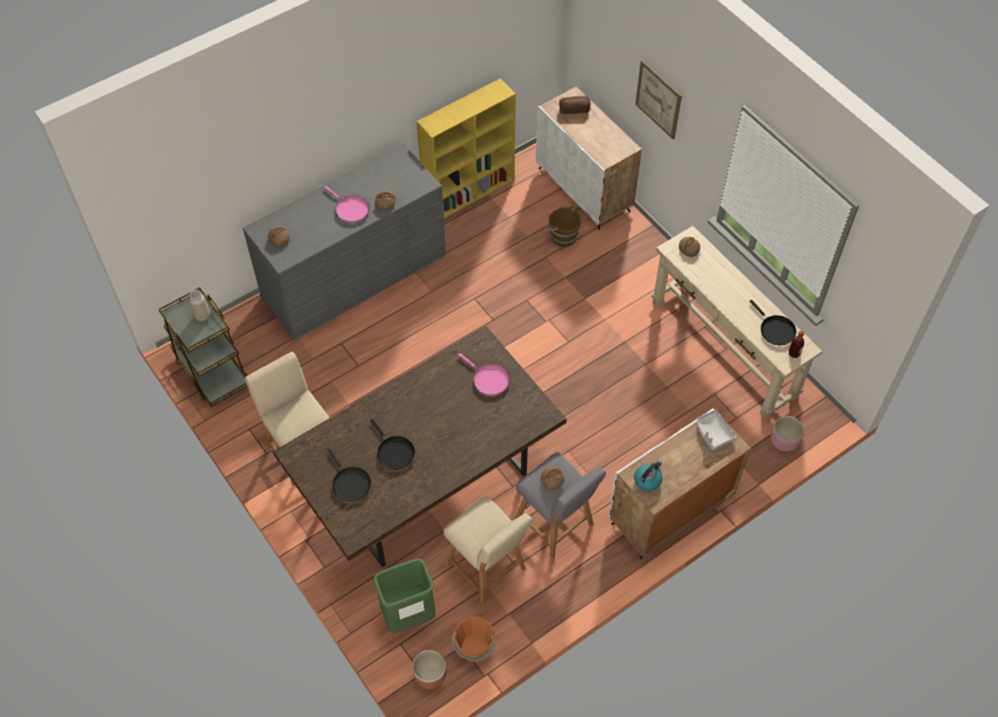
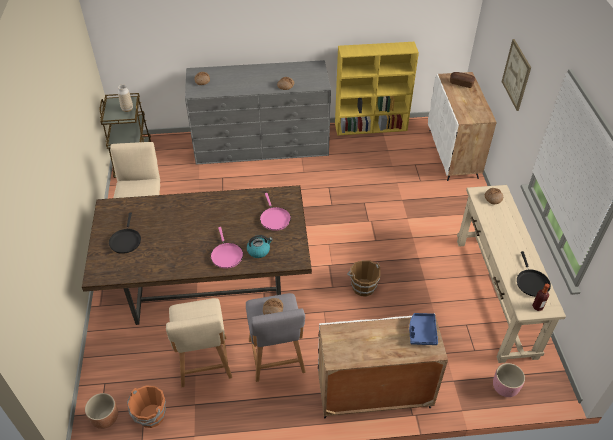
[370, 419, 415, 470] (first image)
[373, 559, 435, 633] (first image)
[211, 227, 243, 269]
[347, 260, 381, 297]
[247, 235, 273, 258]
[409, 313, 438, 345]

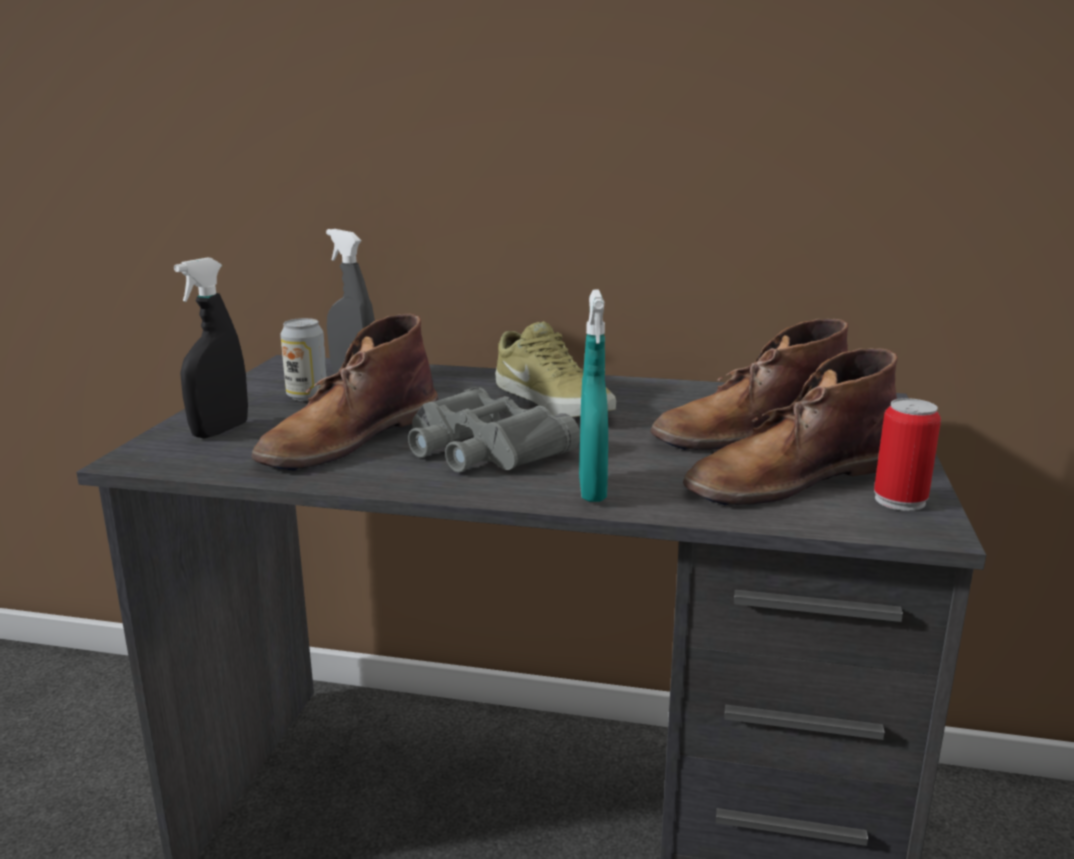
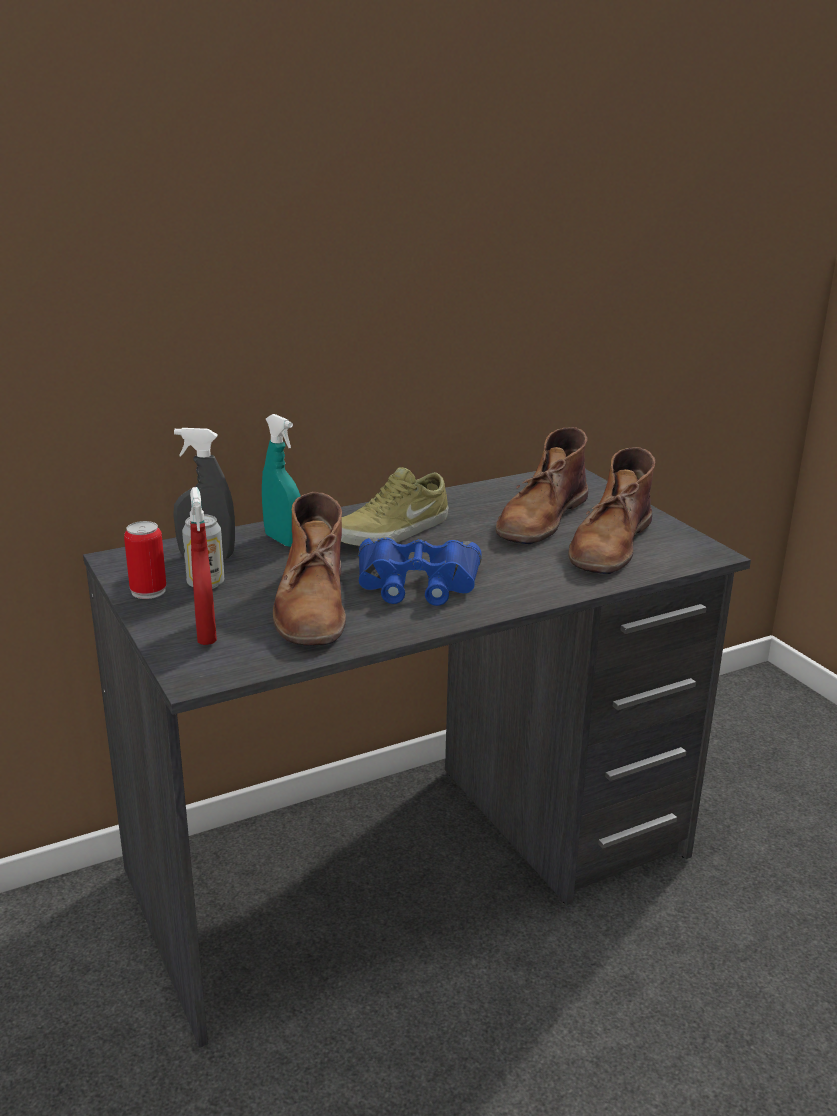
[262, 414, 301, 547]
[124, 521, 166, 599]
[190, 487, 217, 645]
[358, 538, 482, 606]
[341, 467, 448, 546]

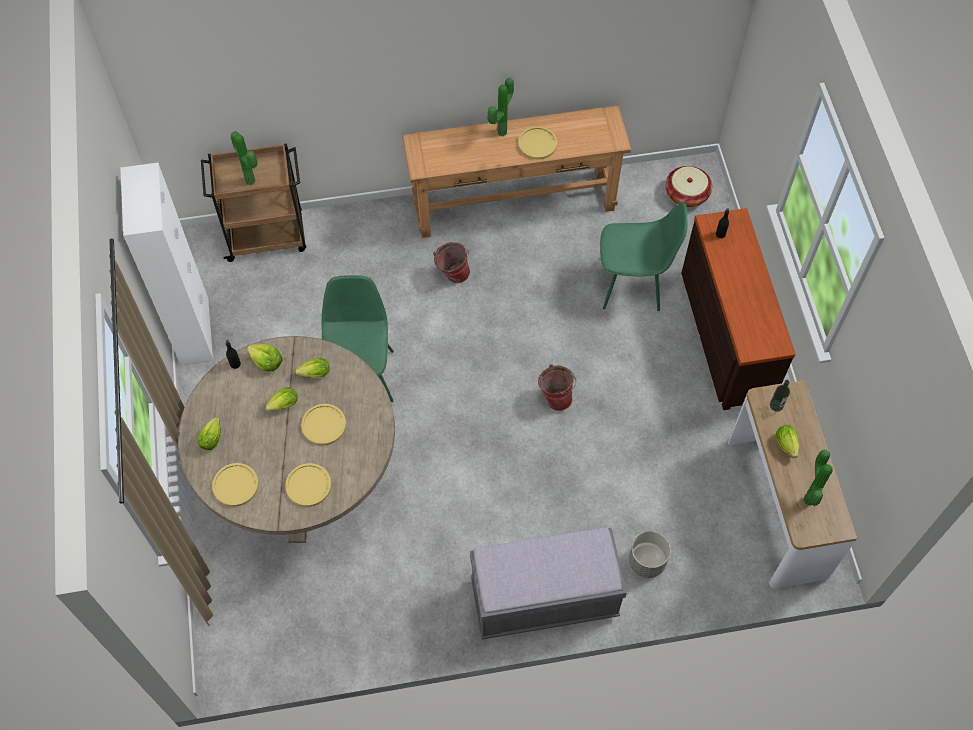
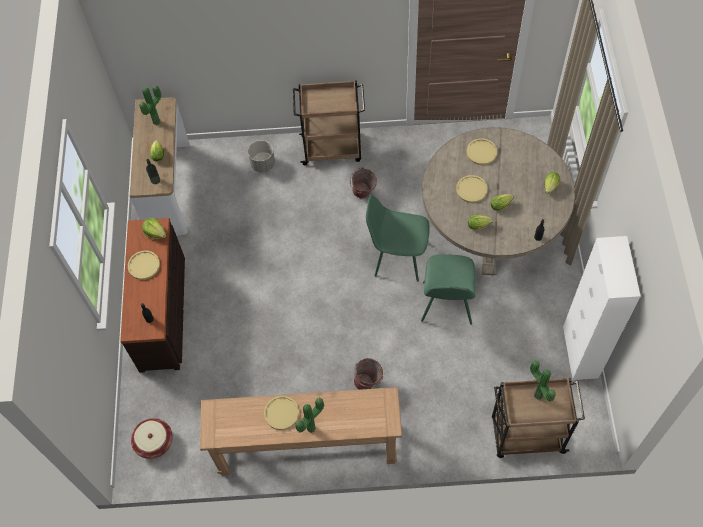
[128, 251, 160, 280]
[142, 218, 166, 239]
[350, 167, 377, 198]
[366, 194, 430, 282]
[293, 80, 365, 165]

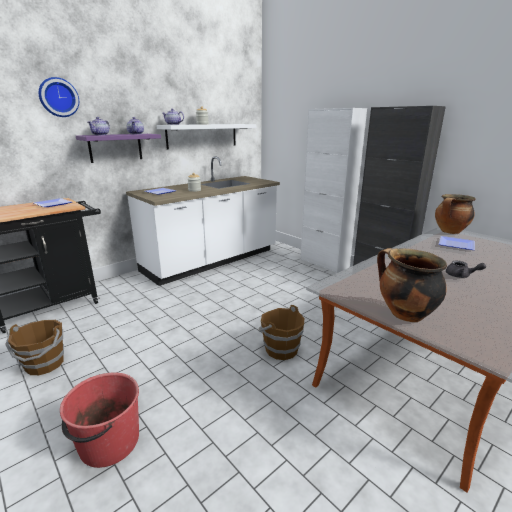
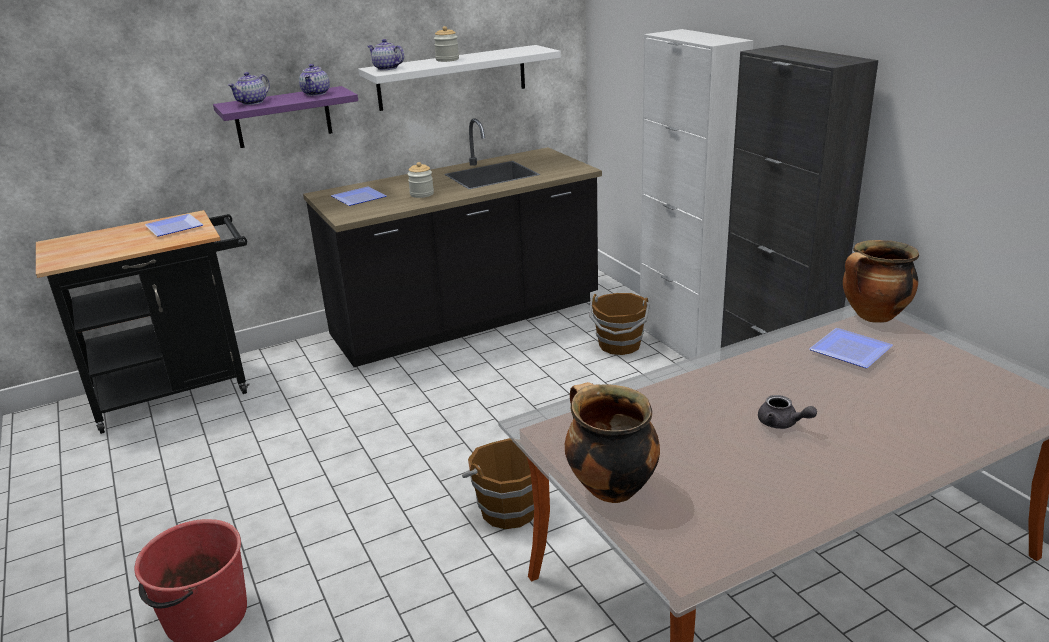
[39, 77, 79, 117] (first image)
[589, 293, 650, 355]
[303, 118, 602, 367]

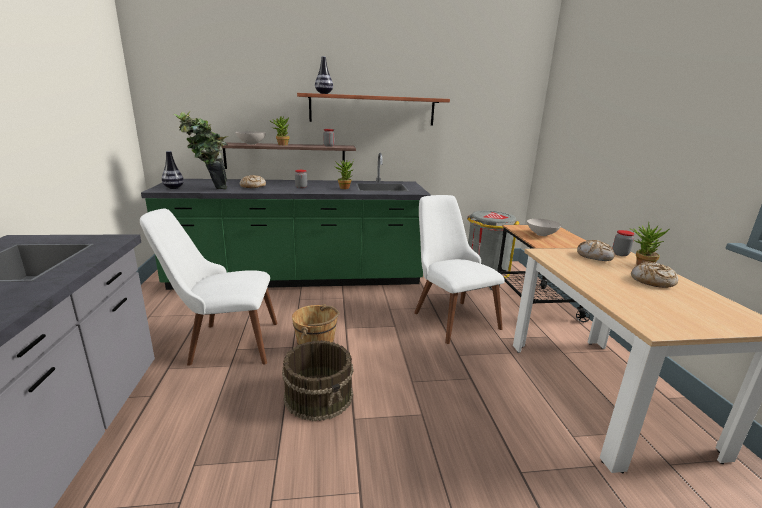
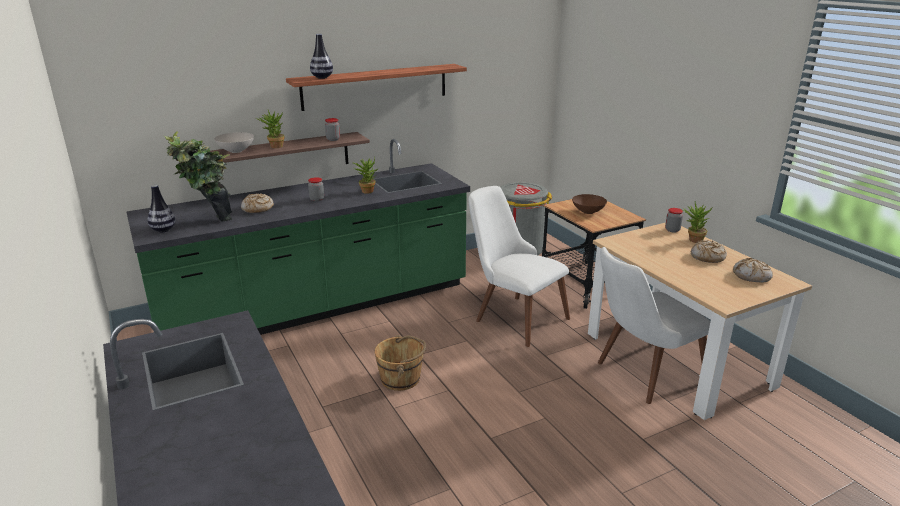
[282, 340, 353, 421] (first image)
[598, 247, 711, 404]
[733, 258, 773, 282]
[572, 194, 607, 214]

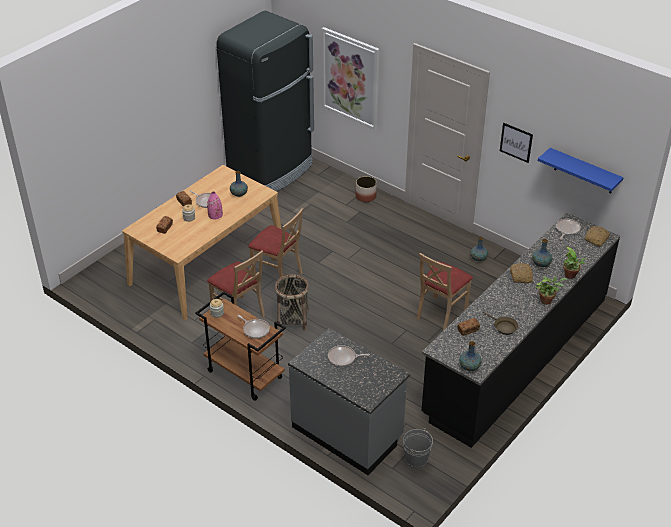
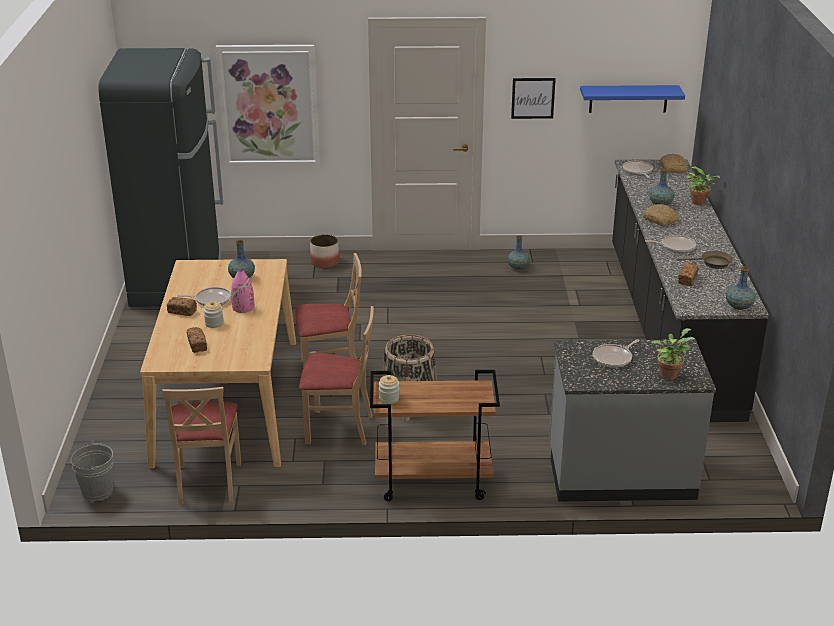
[645, 235, 696, 253]
[71, 441, 113, 500]
[162, 387, 241, 505]
[651, 328, 695, 380]

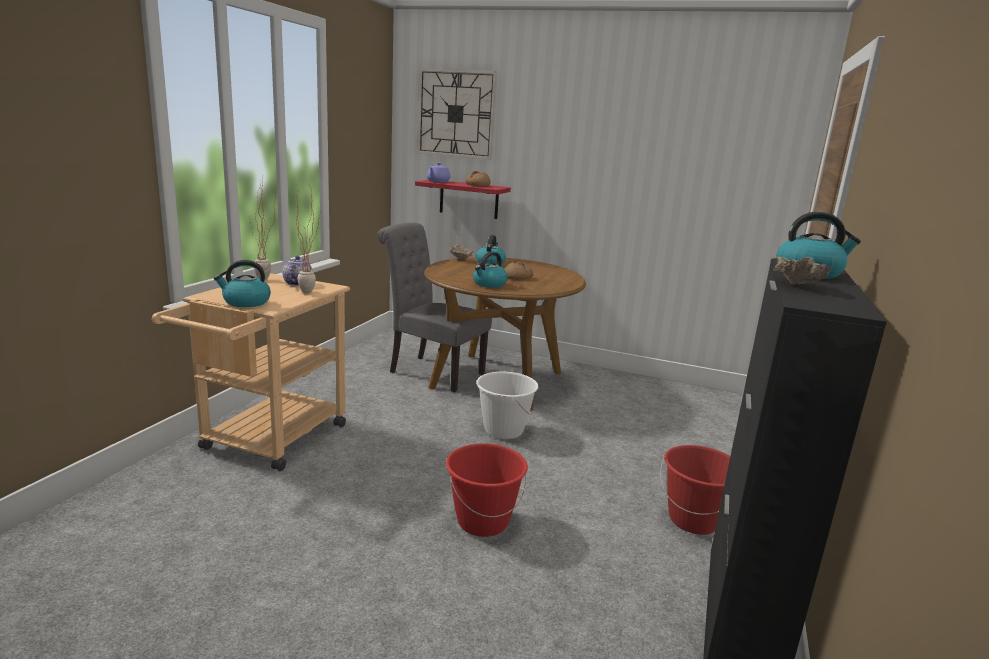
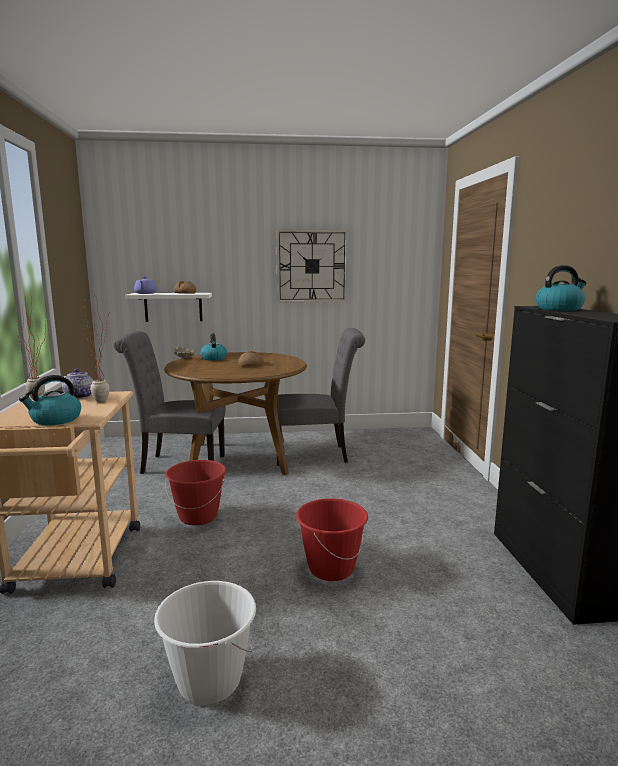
[473, 251, 508, 288] (first image)
[773, 257, 831, 285] (first image)
[277, 328, 365, 466]
[276, 229, 348, 303]
[154, 581, 256, 705]
[165, 460, 226, 525]
[125, 293, 212, 322]

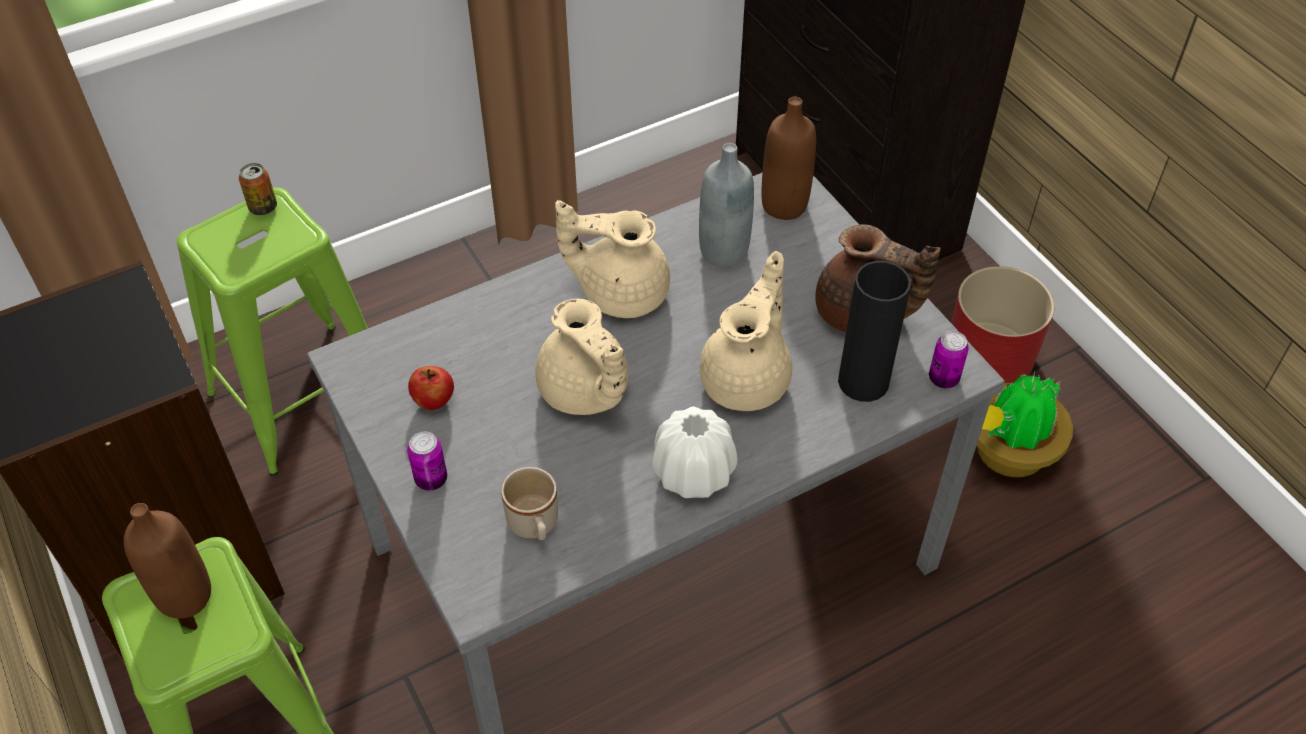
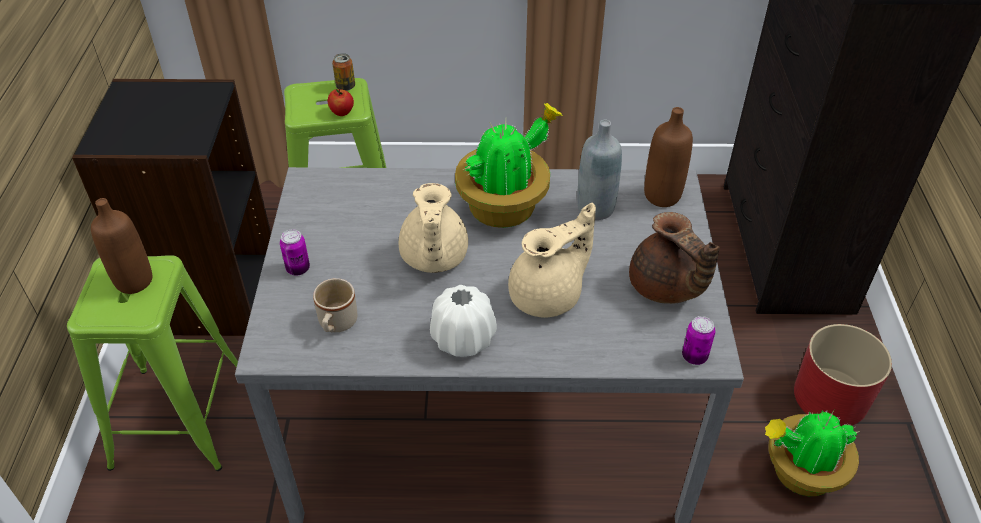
[838, 261, 911, 402] (first image)
[327, 88, 354, 116]
[455, 103, 564, 228]

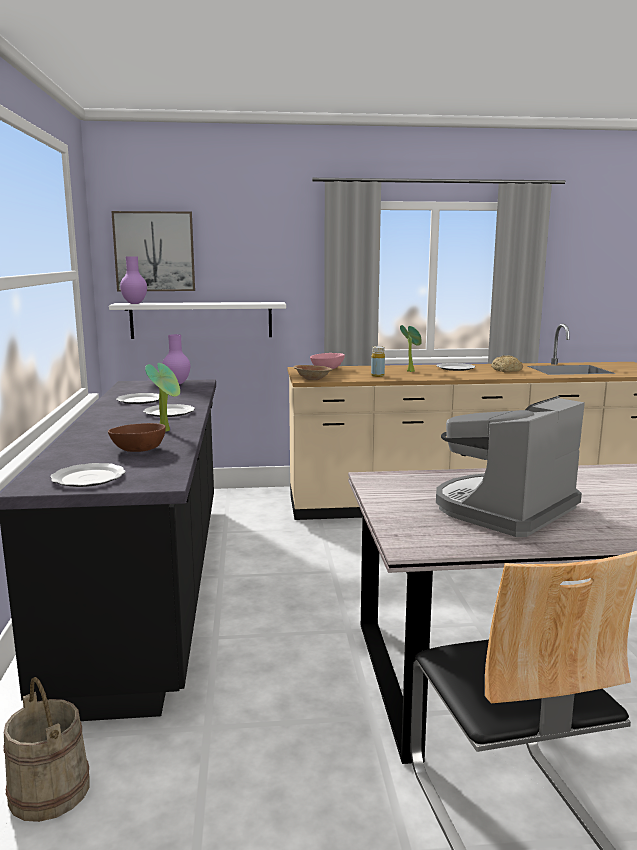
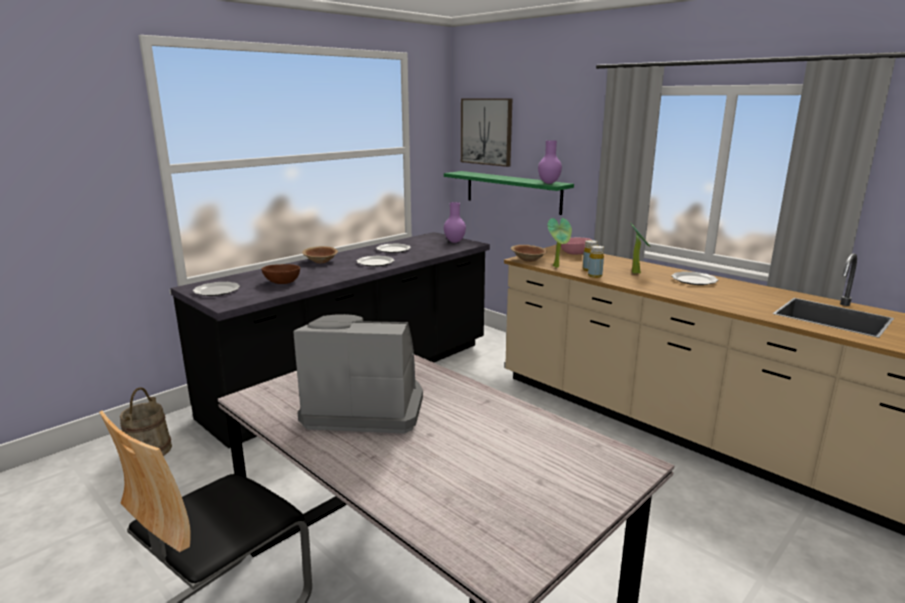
[491, 355, 523, 372] (first image)
[302, 246, 338, 263]
[588, 245, 604, 278]
[538, 140, 562, 184]
[547, 218, 572, 268]
[444, 171, 574, 215]

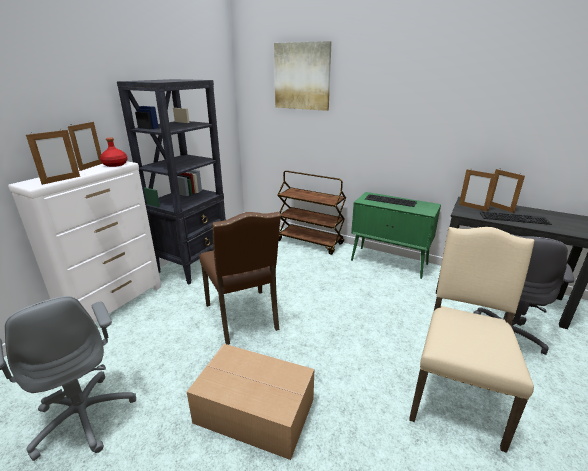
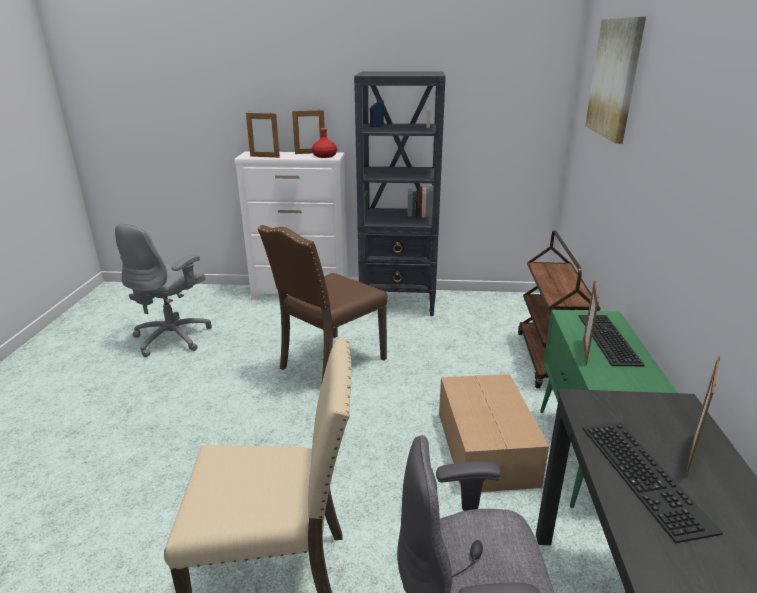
[439, 374, 549, 492]
[583, 280, 599, 365]

